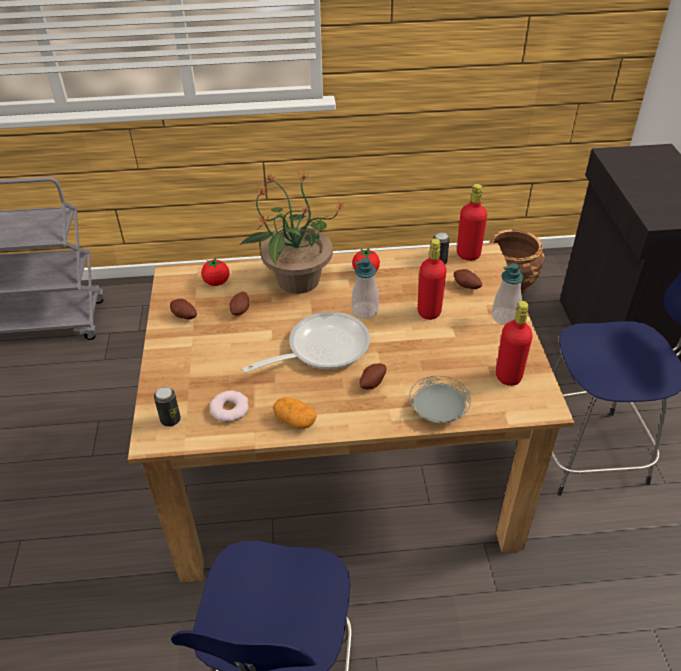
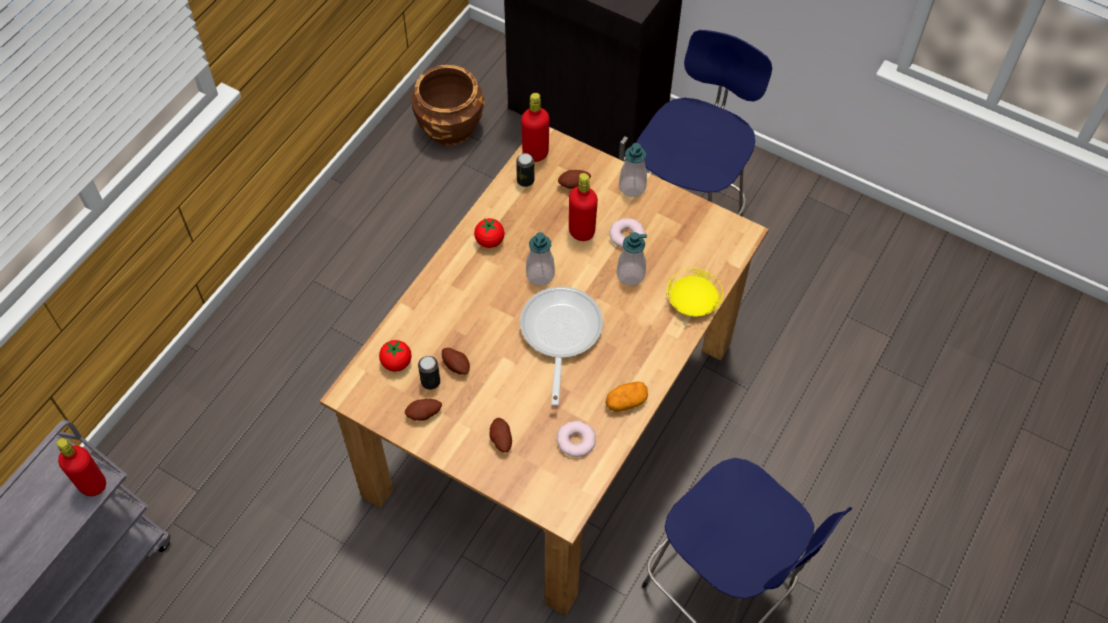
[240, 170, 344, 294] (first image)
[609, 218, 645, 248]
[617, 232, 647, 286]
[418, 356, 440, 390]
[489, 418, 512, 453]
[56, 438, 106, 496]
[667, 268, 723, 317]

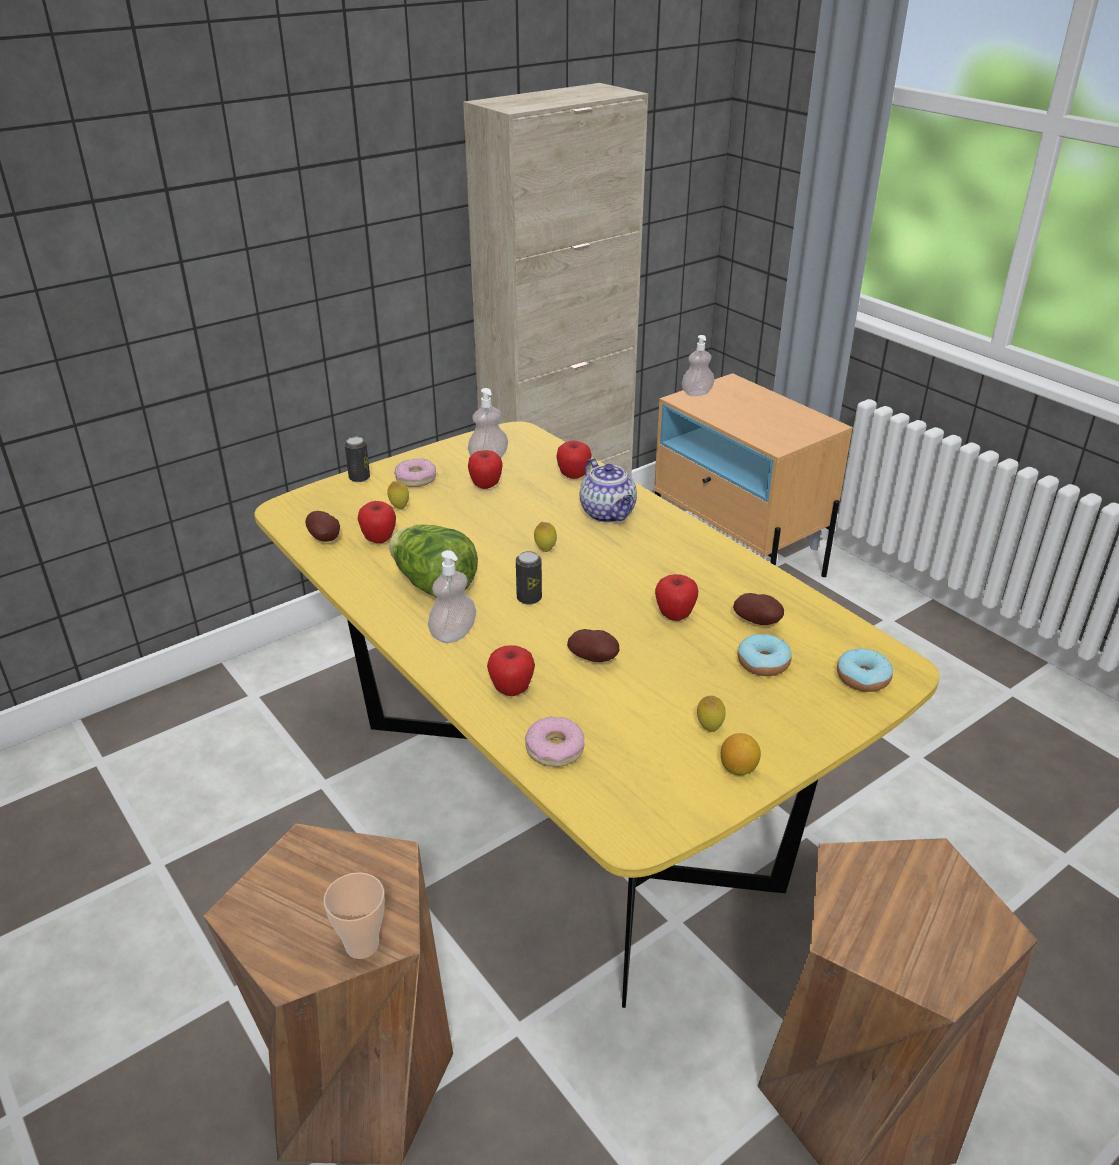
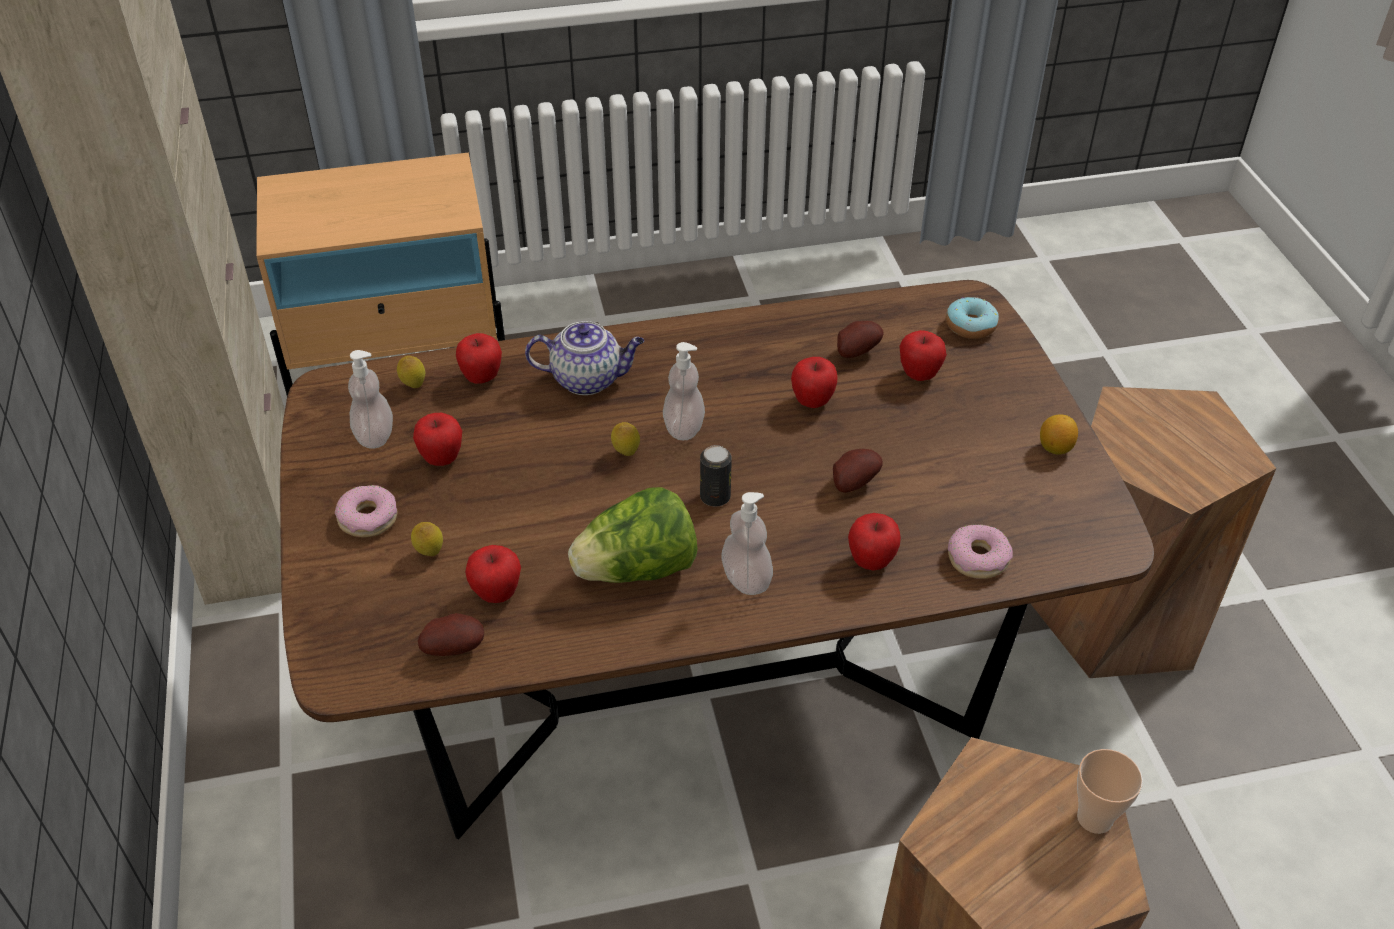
[344, 437, 370, 482] (first image)
[663, 342, 705, 440]
[397, 356, 425, 388]
[899, 330, 947, 381]
[280, 280, 1154, 840]

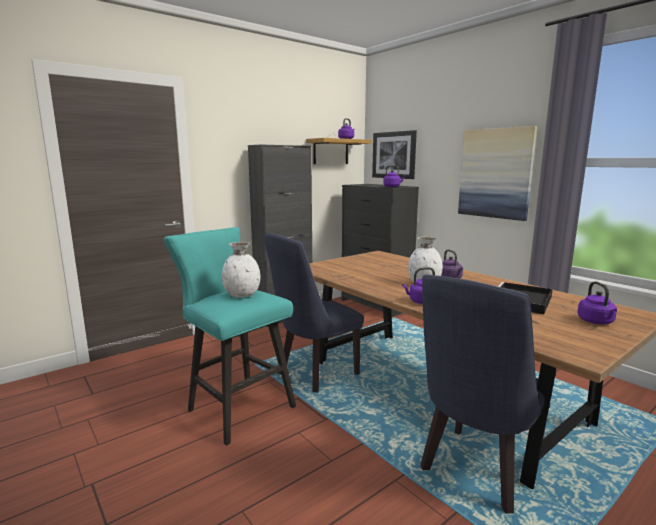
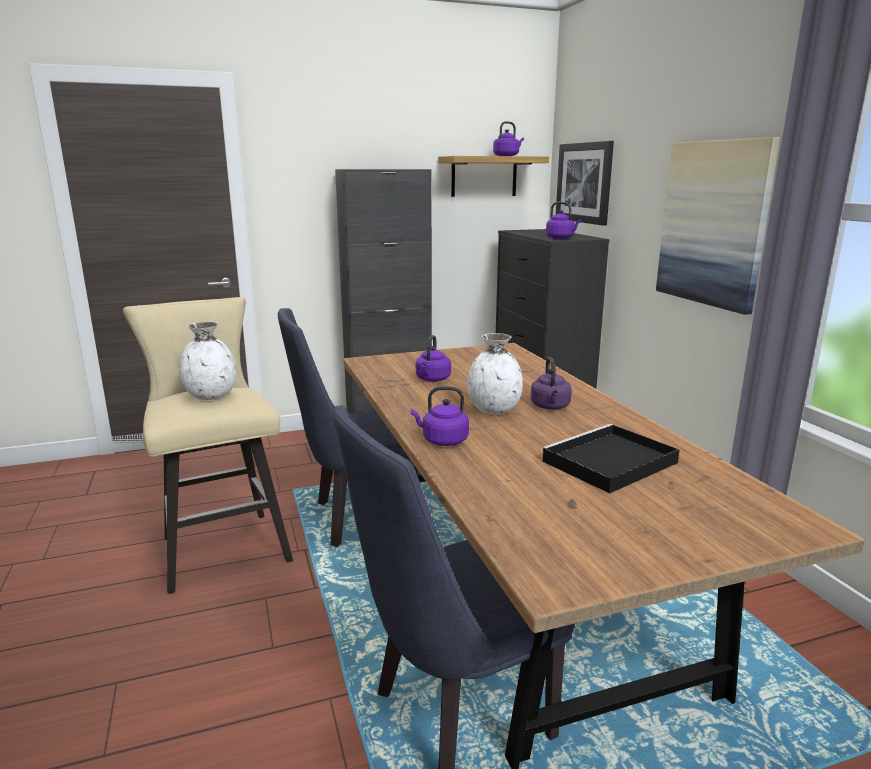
[416, 335, 451, 382]
[123, 297, 293, 594]

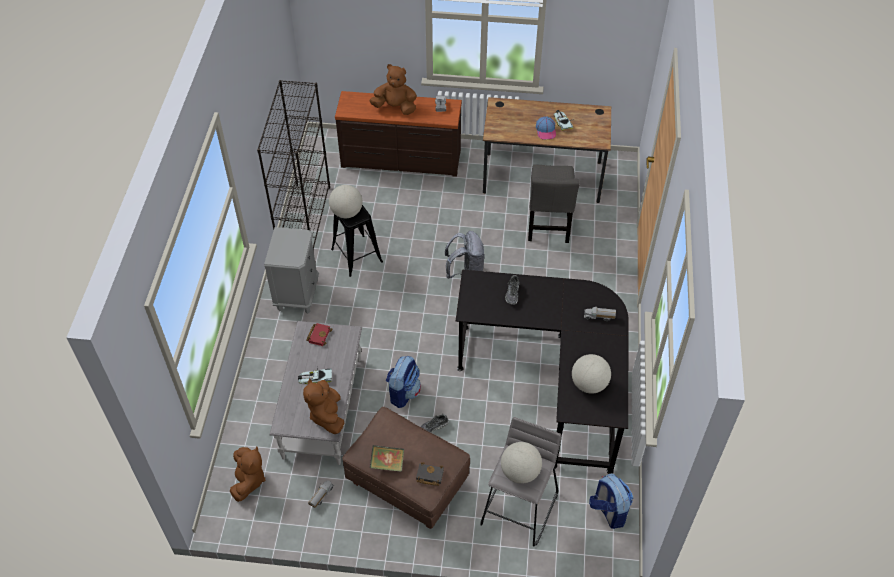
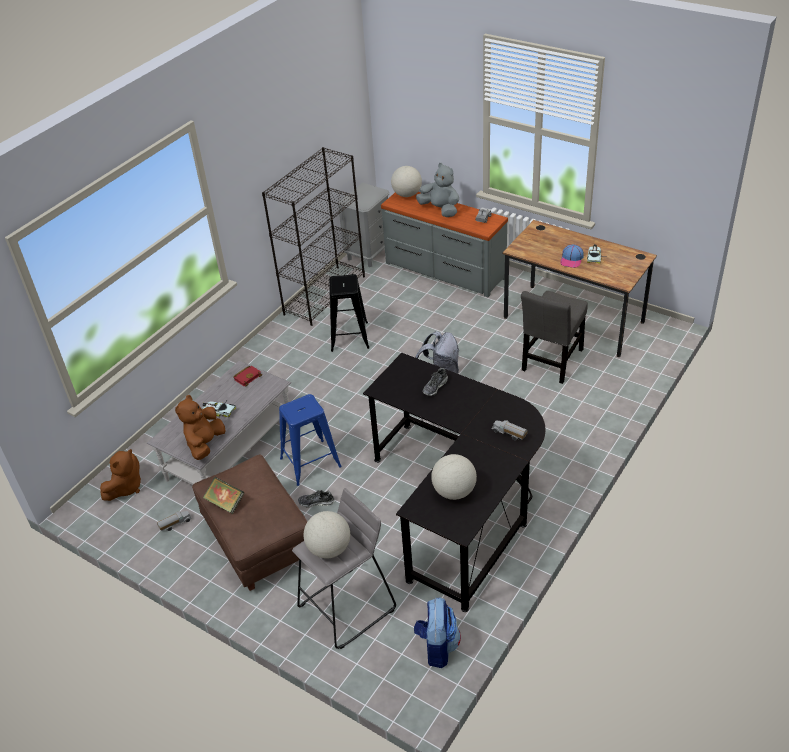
[416, 462, 444, 486] (first image)
[337, 183, 389, 267]
[391, 166, 422, 197]
[279, 394, 342, 486]
[381, 192, 508, 297]
[416, 163, 459, 217]

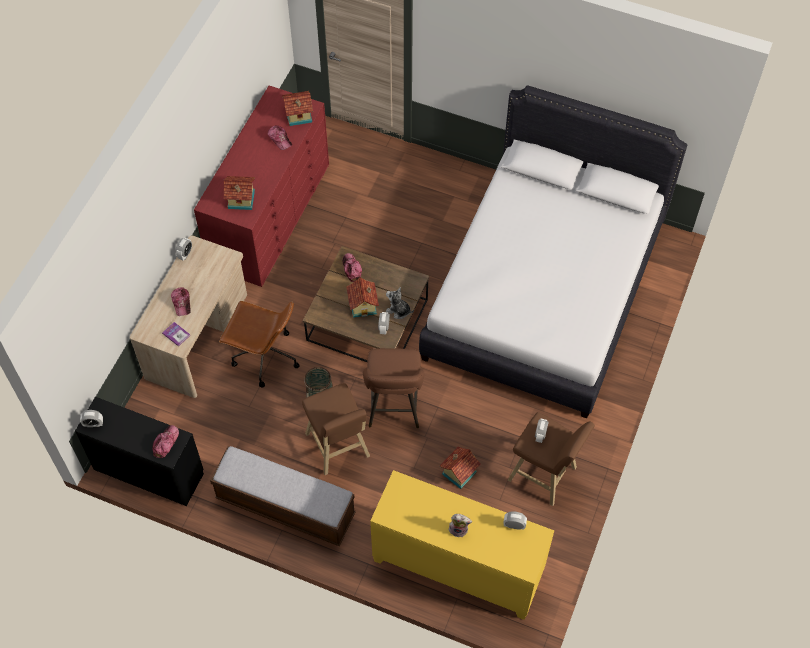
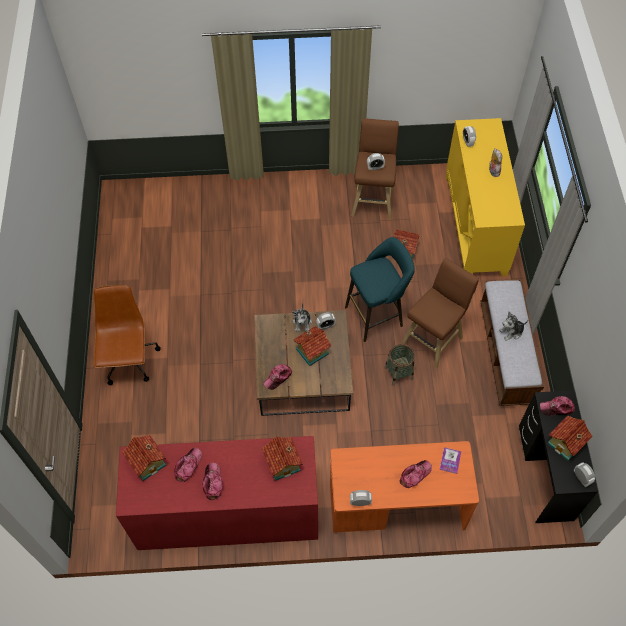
[419, 85, 687, 419] (first image)
[203, 463, 223, 500]
[499, 311, 528, 341]
[547, 416, 593, 461]
[93, 285, 161, 385]
[330, 441, 479, 533]
[345, 237, 415, 342]

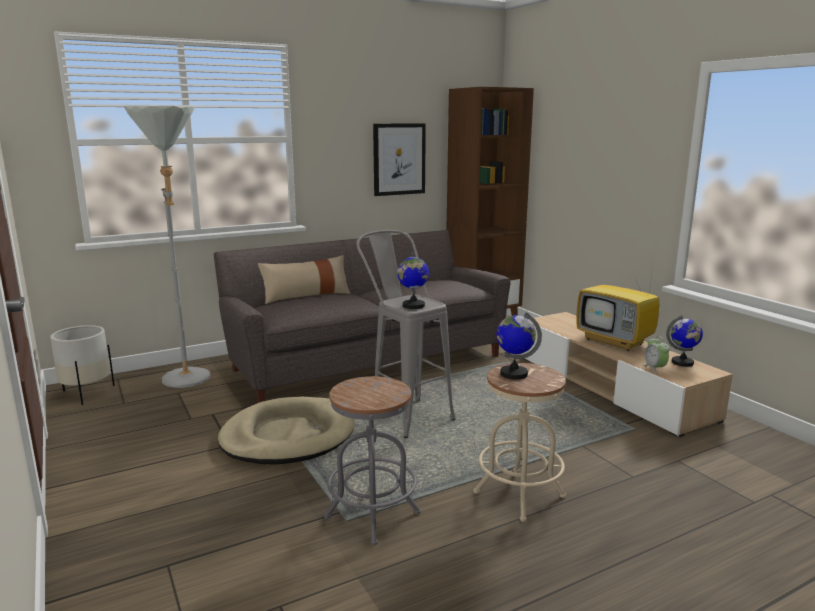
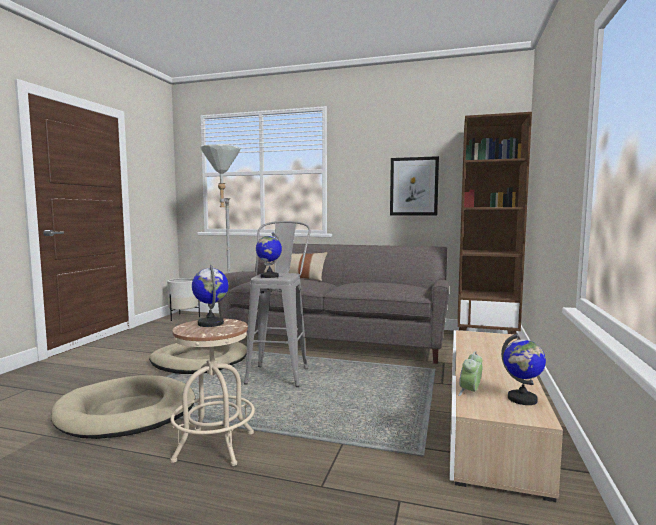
[576, 265, 659, 351] (first image)
[51, 375, 195, 439]

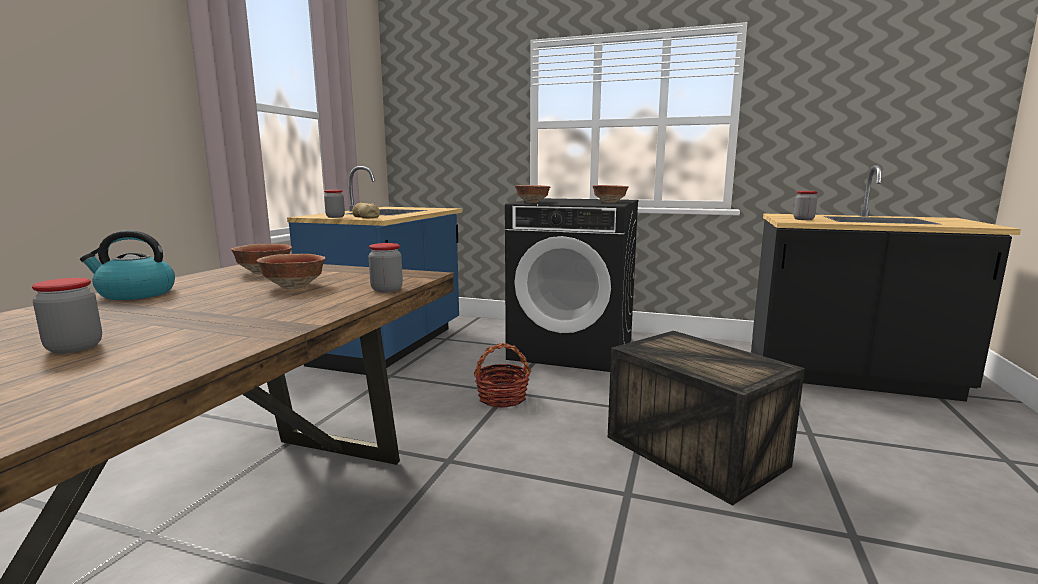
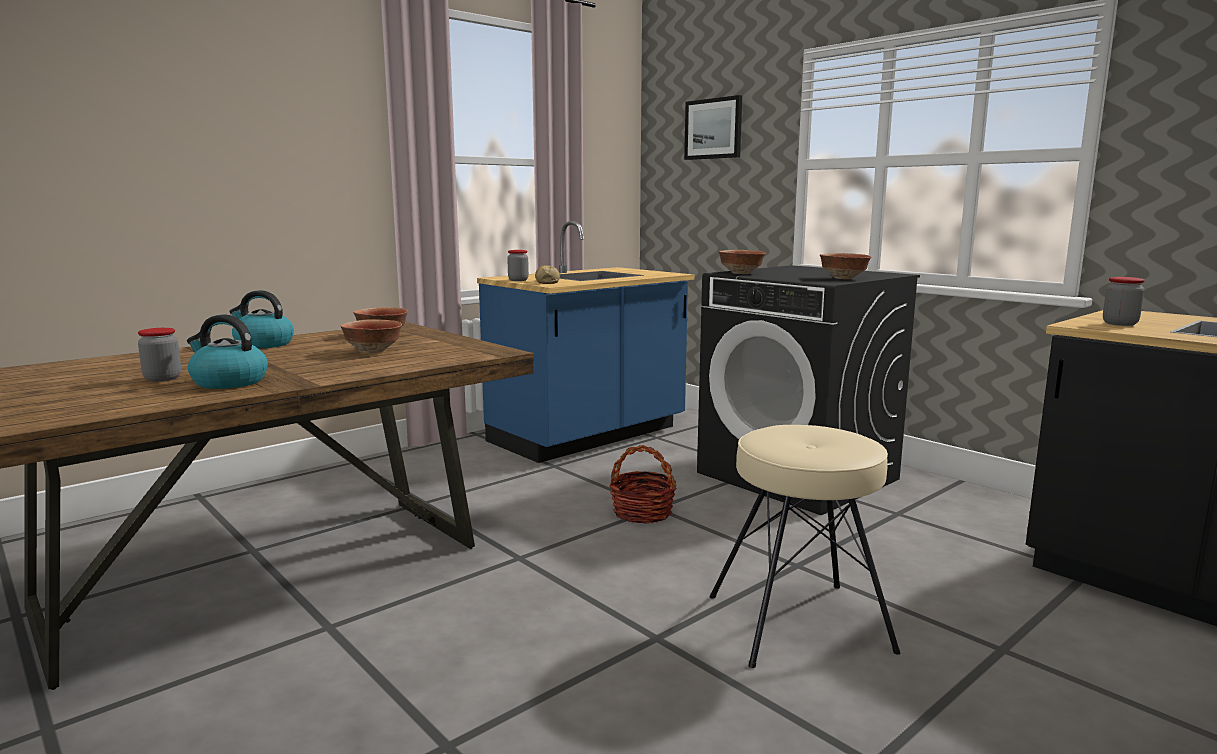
[368, 243, 403, 293] (first image)
[187, 314, 268, 389]
[684, 95, 742, 160]
[710, 425, 900, 668]

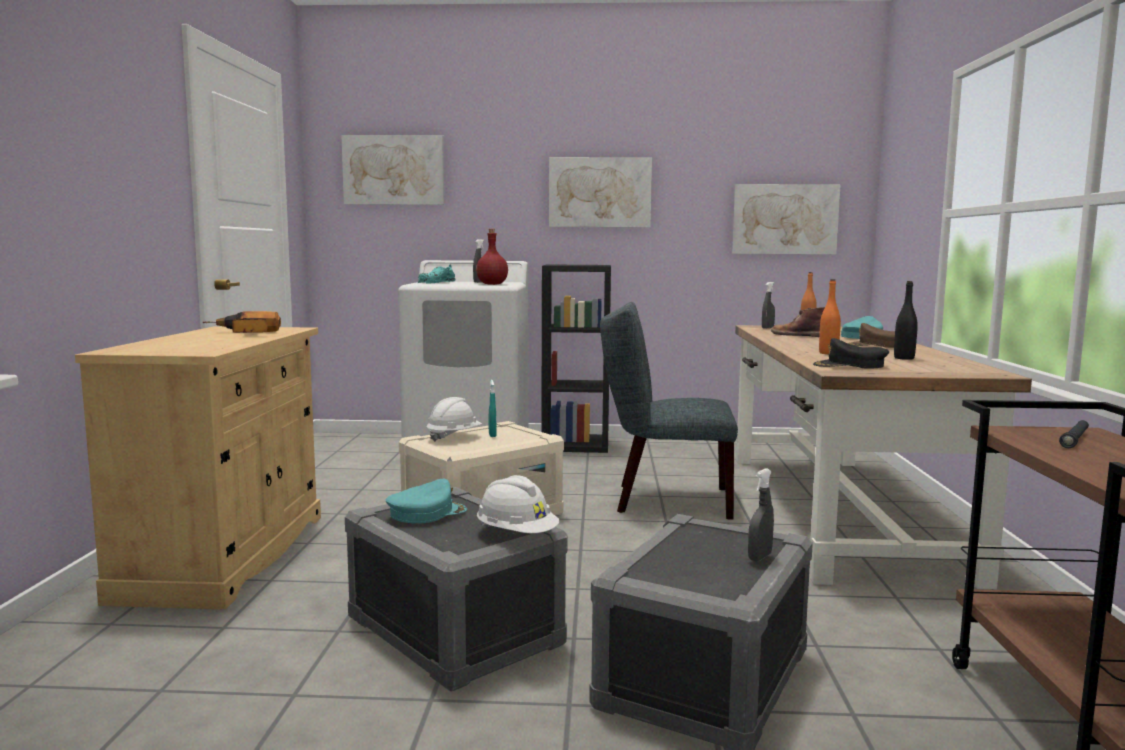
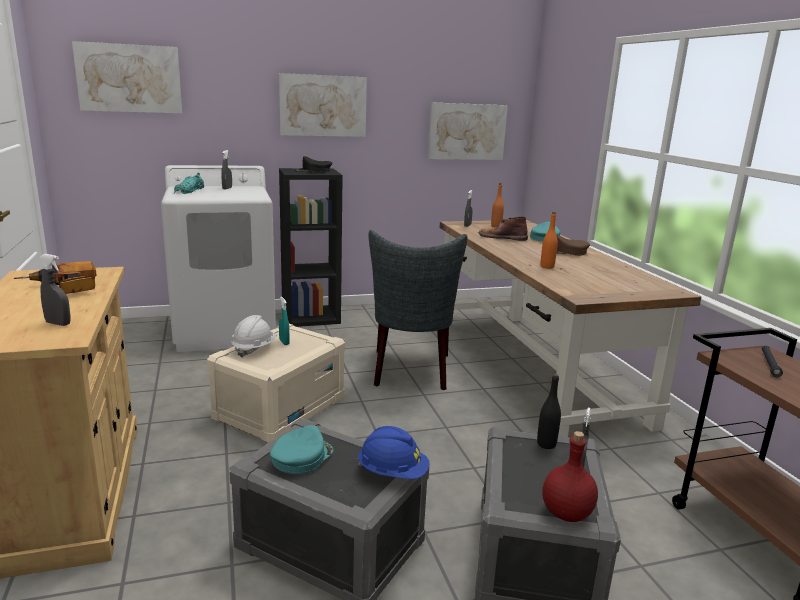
[40, 254, 71, 326]
[542, 431, 598, 522]
[295, 156, 332, 172]
[537, 374, 561, 449]
[357, 426, 430, 479]
[369, 230, 467, 390]

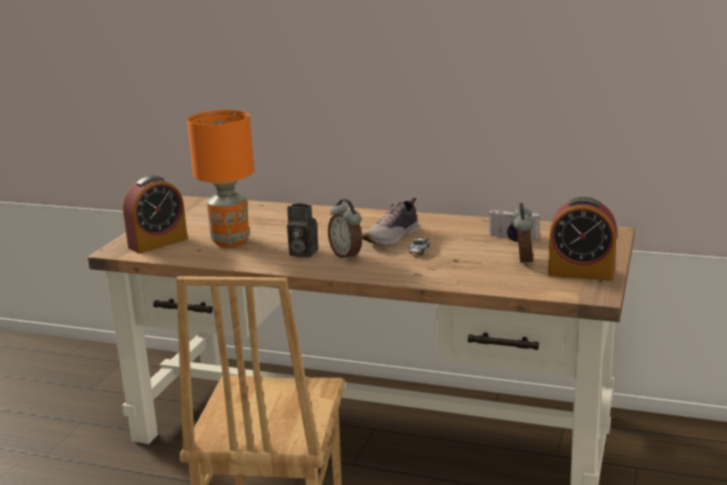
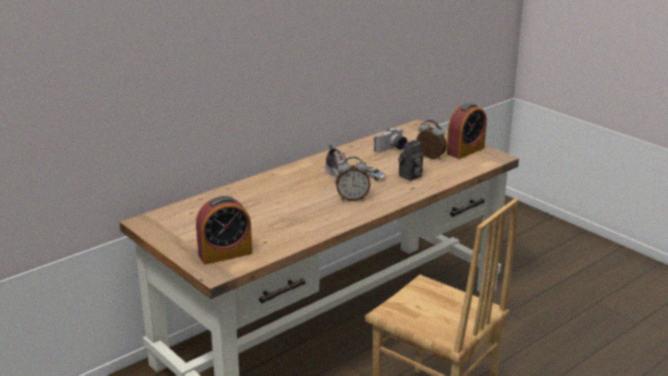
[187, 110, 254, 247] (first image)
[398, 140, 423, 181]
[196, 196, 252, 265]

